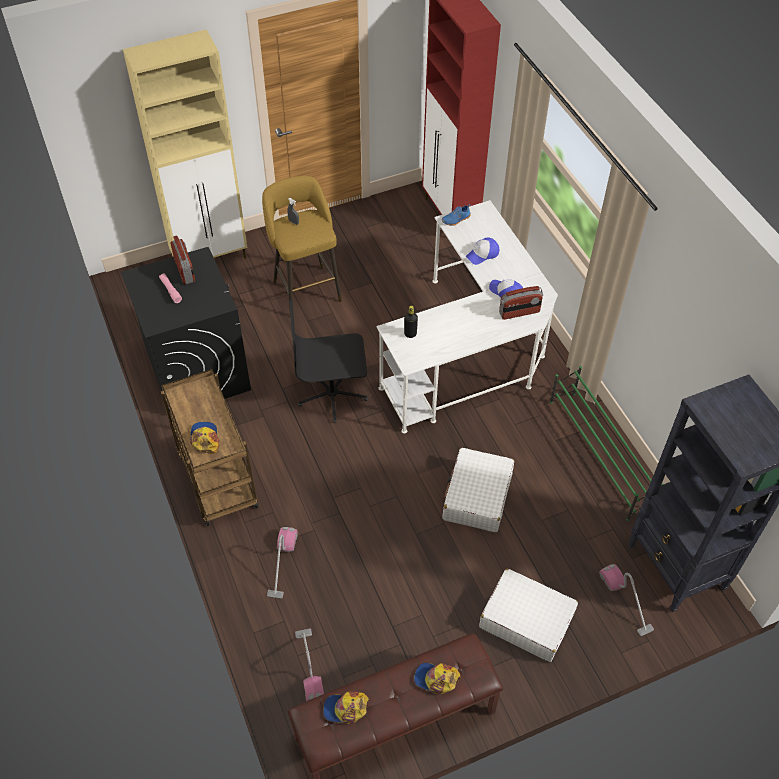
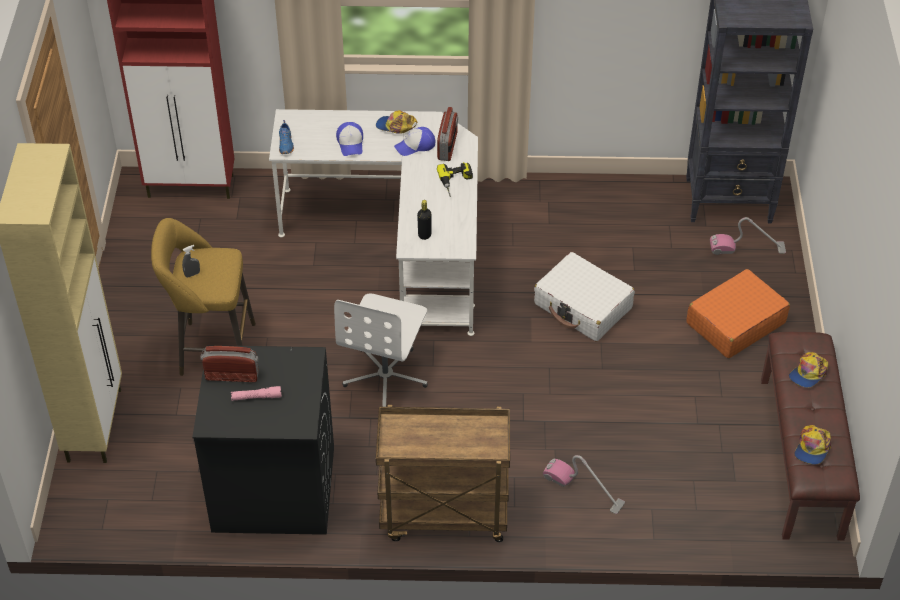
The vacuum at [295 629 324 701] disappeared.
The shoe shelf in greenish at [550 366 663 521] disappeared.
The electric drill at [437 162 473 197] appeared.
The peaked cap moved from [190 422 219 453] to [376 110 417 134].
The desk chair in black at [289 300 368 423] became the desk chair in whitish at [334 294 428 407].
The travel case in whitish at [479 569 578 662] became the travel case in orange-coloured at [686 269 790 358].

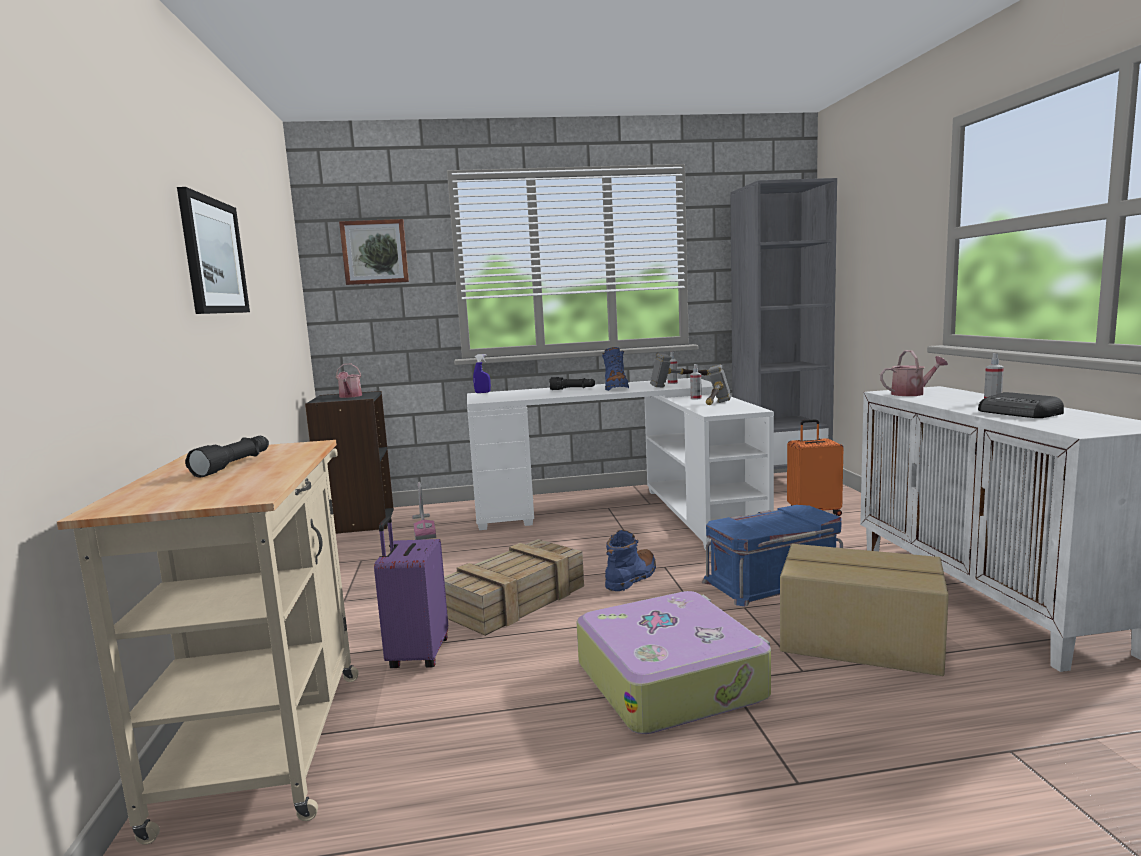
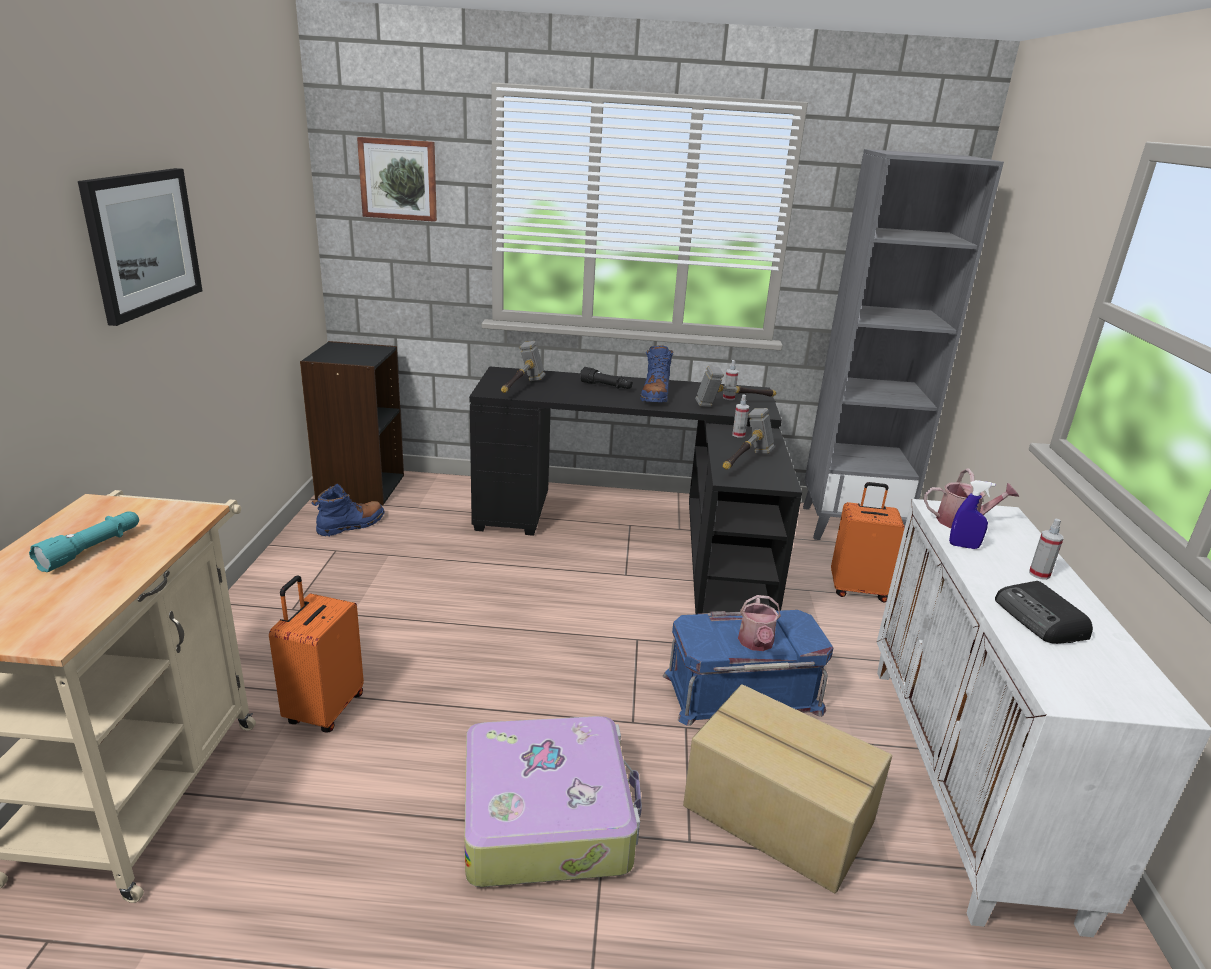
The vacuum at [412 482 436 540] disappeared.
The crate at [444 539 584 636] disappeared.
The tool hammer at [501 341 545 393] appeared.
The watering can moved from [336 363 362 398] to [738 595 781 651].
The spray bottle in bluish moved from [473 354 491 393] to [949 480 995 549].
The high-top boot in bluish moved from [605 530 656 591] to [312 484 385 536].
The hand torch in black at [185 436 269 477] became the hand torch in turquoise-coloured at [29 512 139 572].
The travel case in purplish at [374 516 448 668] became the travel case in orange-coloured at [269 576 364 733].
The desk in whitish at [467 378 774 552] became the desk in black at [469 366 802 614].

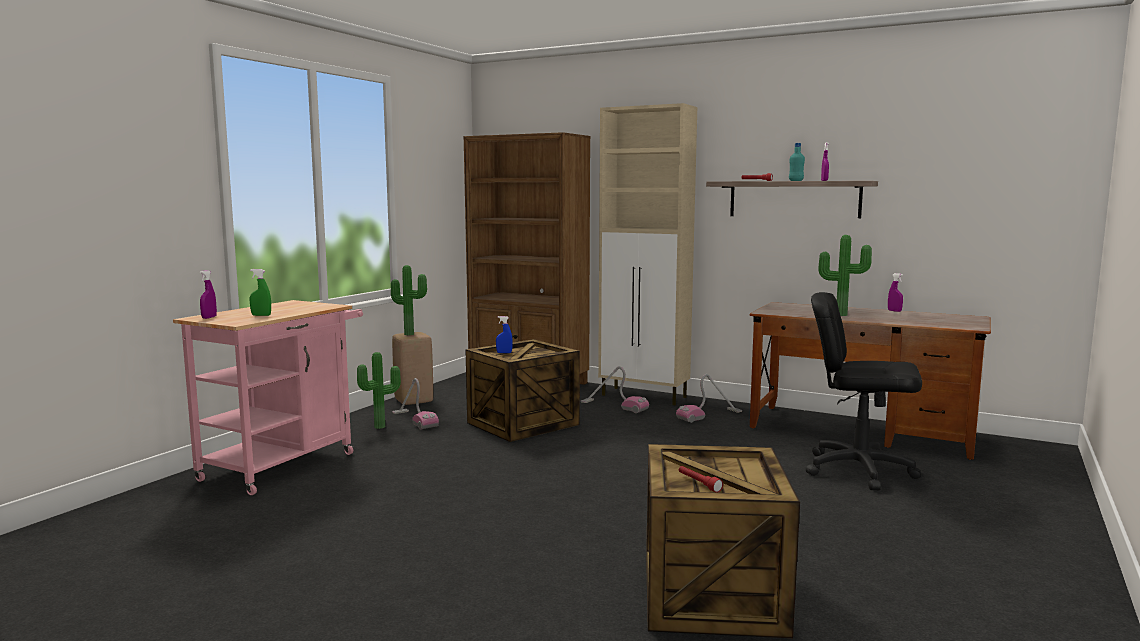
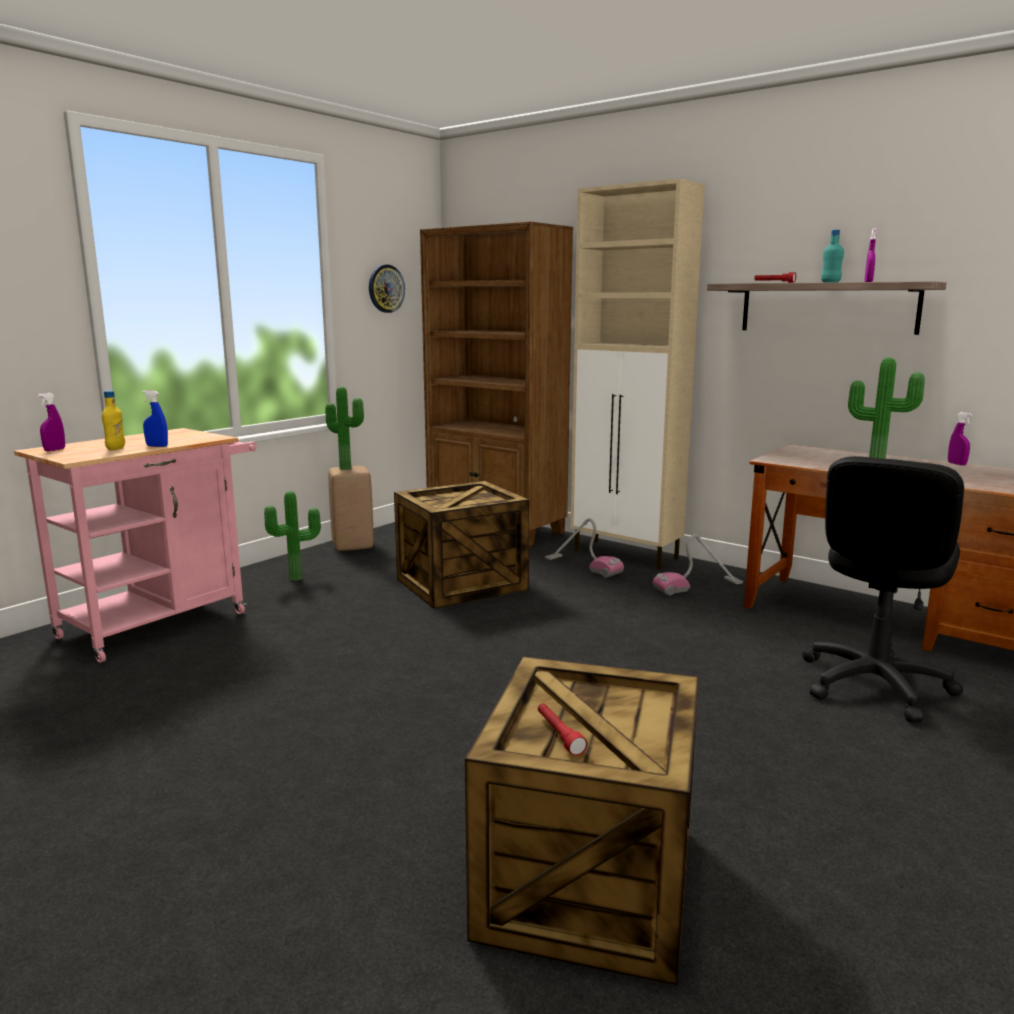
The vacuum at [392 378 439 430] disappeared.
The wall clock at [369 265 405 313] appeared.
The spray bottle in bluish moved from [496 316 513 353] to [142 390 168 447].
The spray bottle in greenish at [250 269 271 316] was replaced by the drink bottle in yellow at [102 391 125 450].
The desk chair in black at [806 292 922 490] turned 90 degrees counterclockwise.

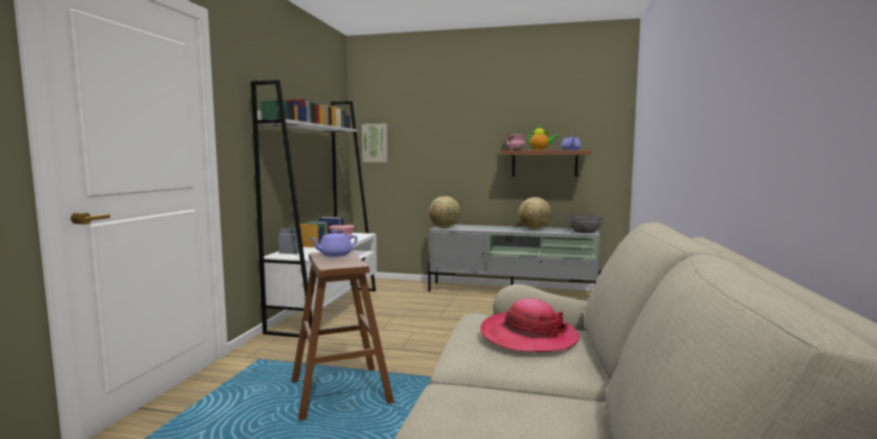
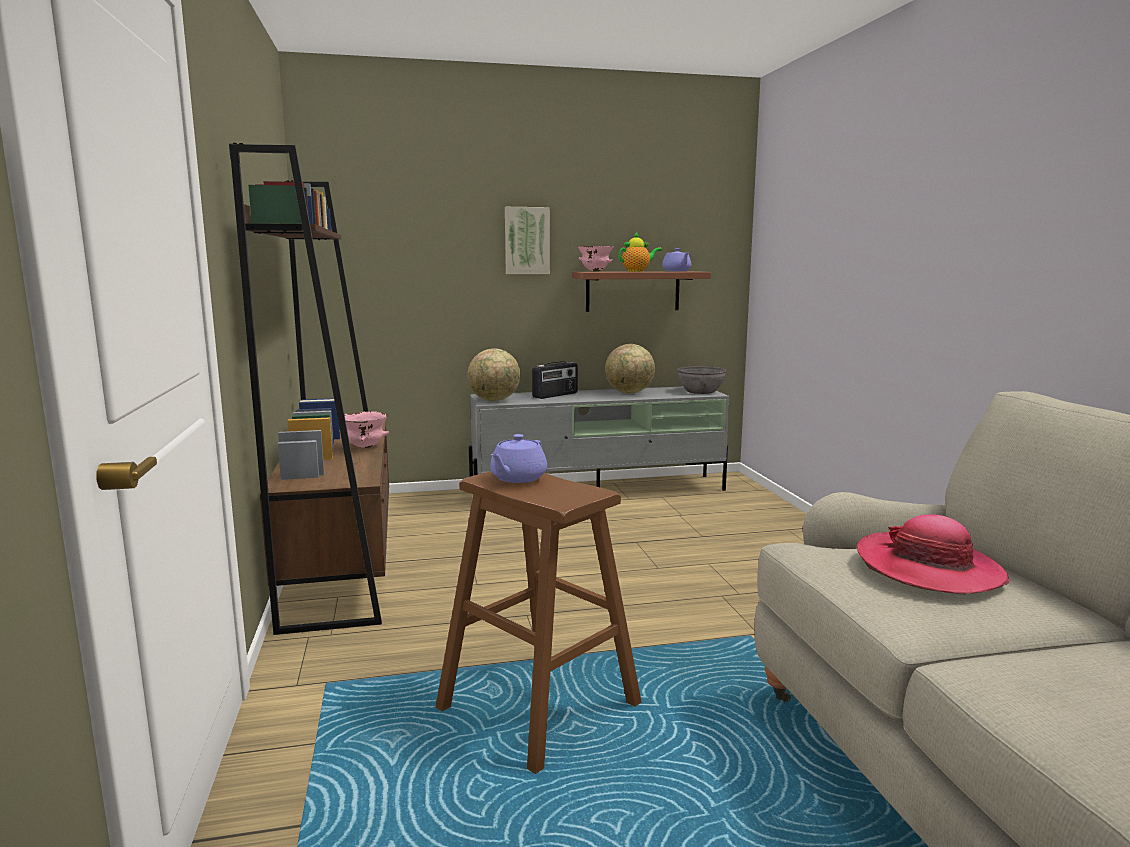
The radio set at [532 361 578 399] appeared.
The picture moved from [362 124 388 162] to [505 207 550 274].
The shelving unit in whitish at [251 80 377 338] became the shelving unit in brown at [229 143 389 635].

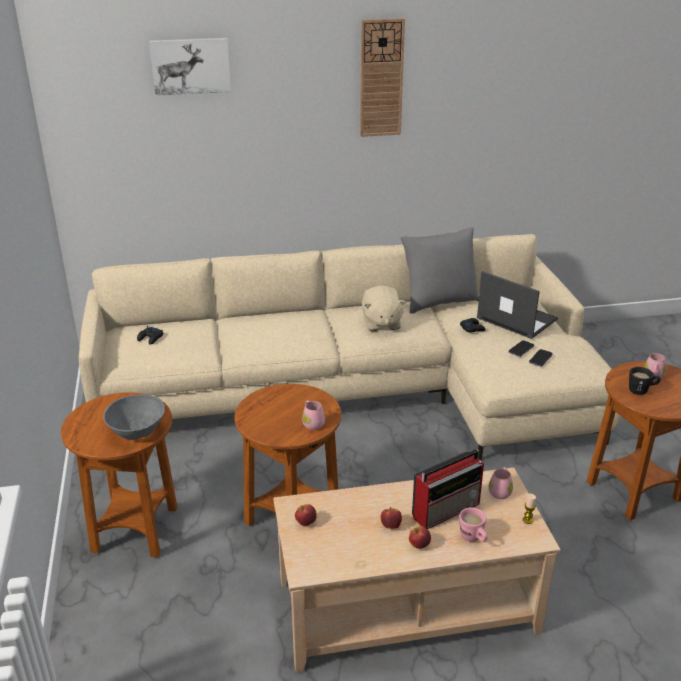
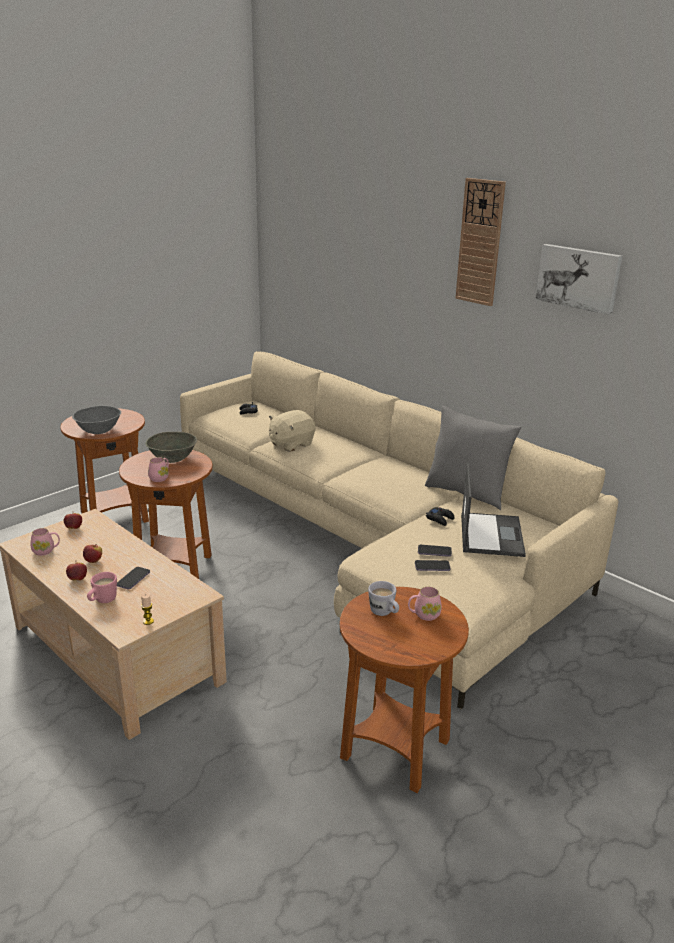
The bowl in grey at [145 432 197 463] appeared.
The picture moved from [149 38 231 96] to [536 244 622 315].
The soft toy in sand-coloured moved from [362 285 406 332] to [269 410 316 452].
The tea mug in pinkish moved from [489 467 513 499] to [31 528 60 556].
The radio set at [412 449 484 529] was replaced by the phone at [117 567 150 589].
The tea mug in black at [629 367 661 395] became the tea mug in whitish at [368 581 399 616].

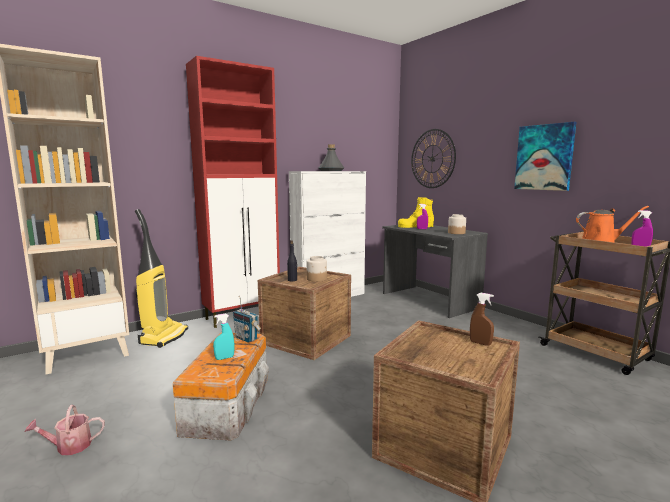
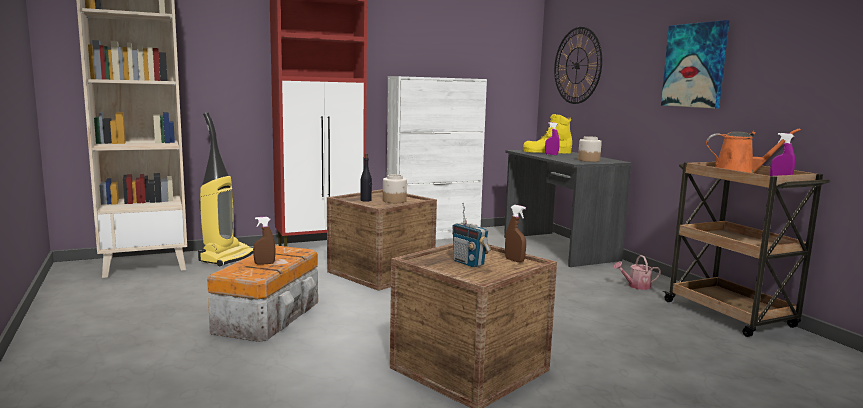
The drink bottle in grey at [319 144 344 171] disappeared.
The watering can moved from [25 405 105 455] to [613 255 661 290].
The radio set moved from [233 296 261 343] to [452 203 491 267].
The spray bottle in turquoise-coloured at [213 314 234 360] became the spray bottle in brown at [253 217 275 265].

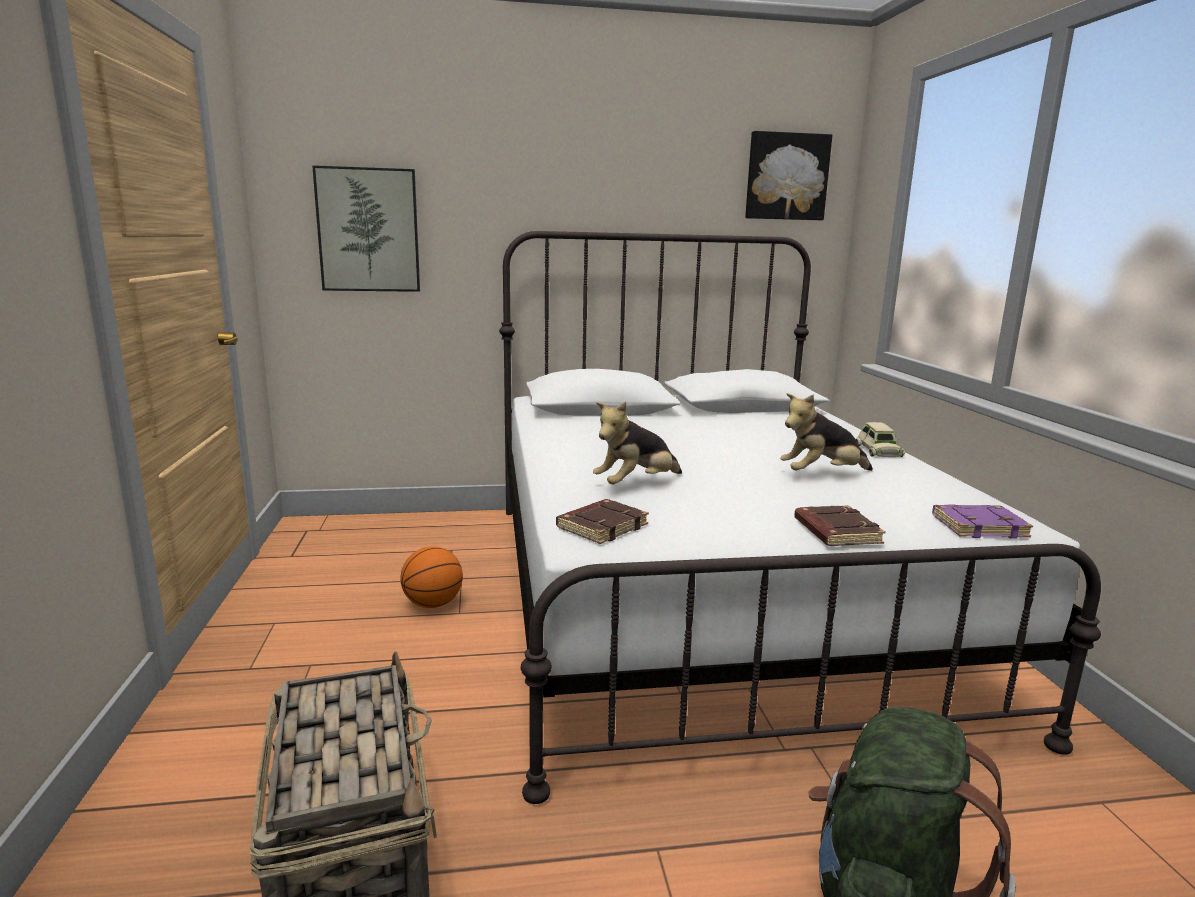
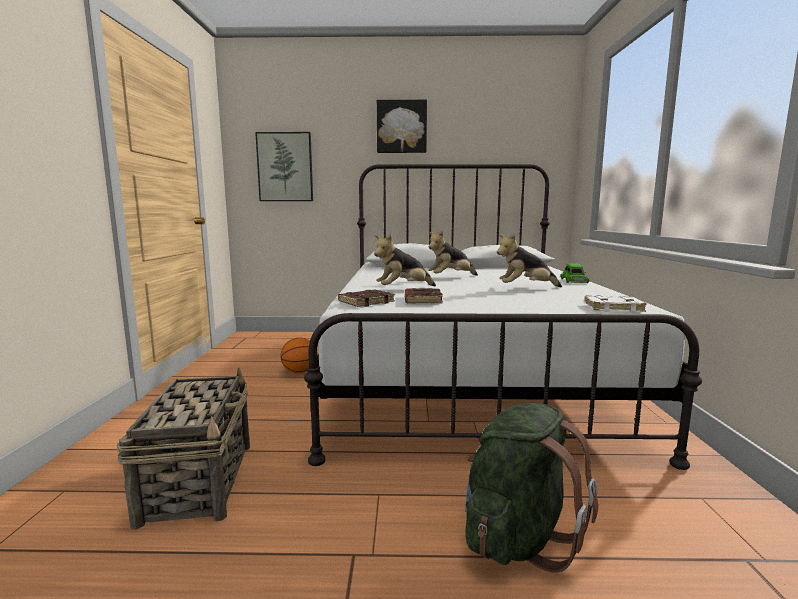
The soft toy at [428 230 478 276] appeared.
The picture moved from [745 131 832 220] to [377 100 427 153].
The bound book in brown moved from [794 505 886 546] to [405 288 443 304].
The toy car in sand-coloured at [855 422 905 457] became the toy car in greenish at [560 263 589 283].
The bound book in purplish at [932 505 1033 539] became the bound book in whitish at [584 295 647 312].

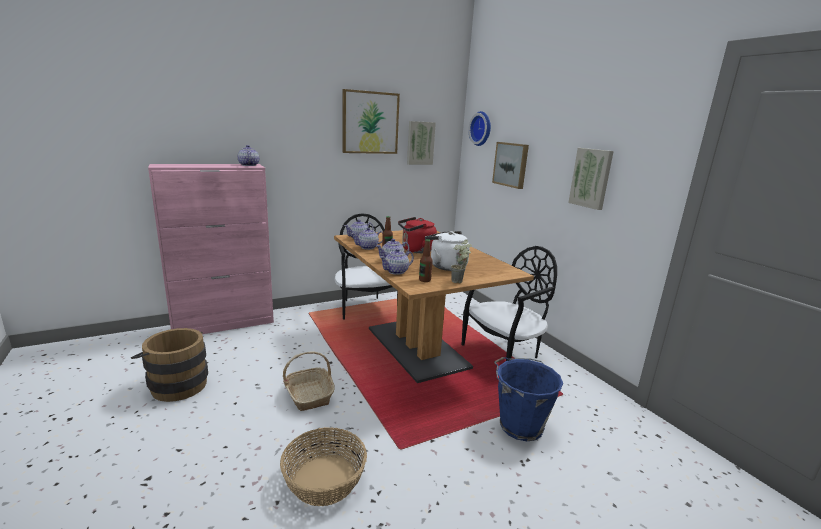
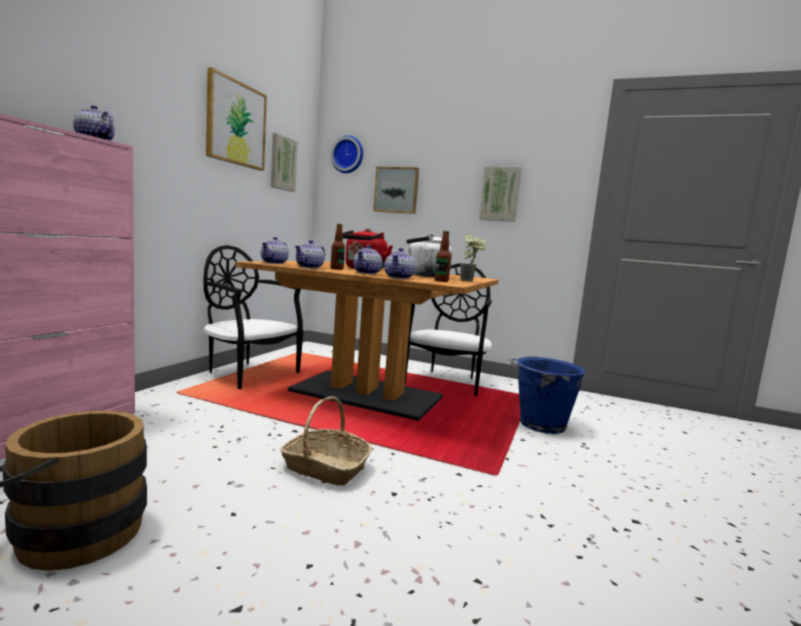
The basket at [280 427 367 506] disappeared.

